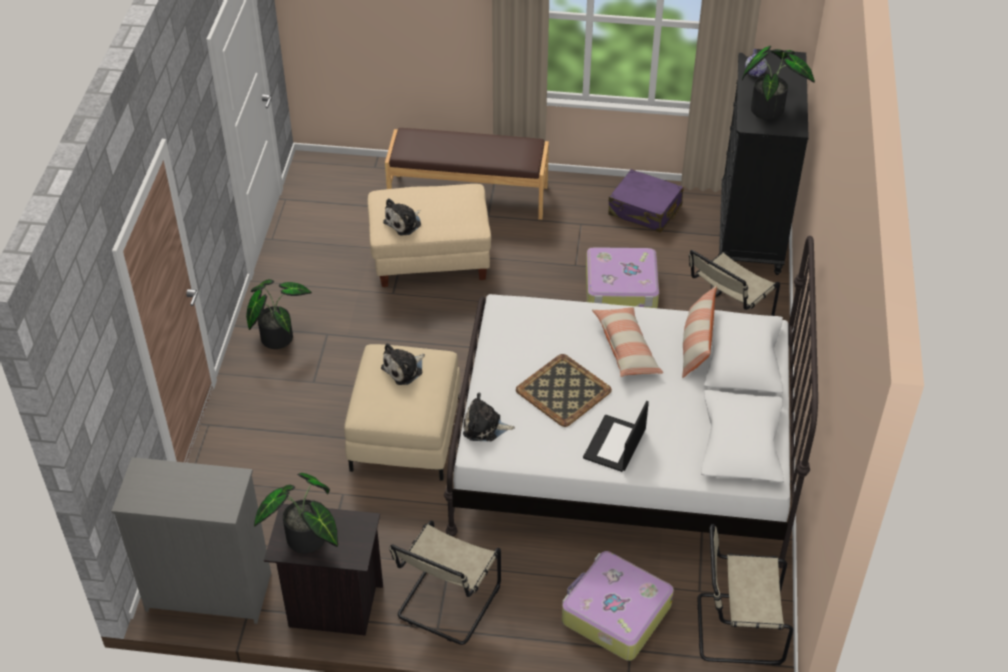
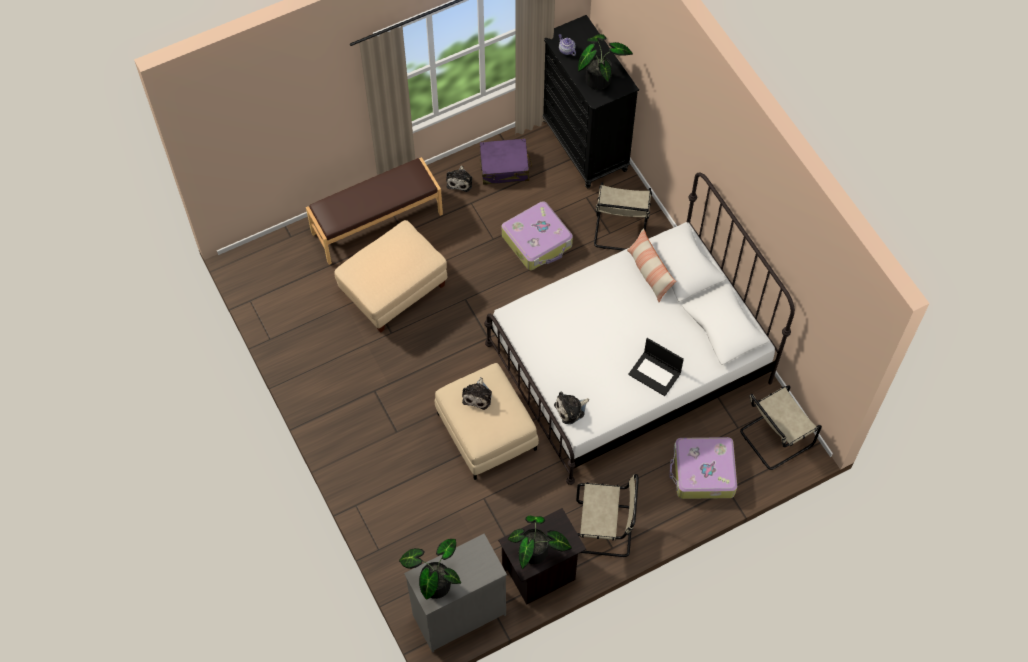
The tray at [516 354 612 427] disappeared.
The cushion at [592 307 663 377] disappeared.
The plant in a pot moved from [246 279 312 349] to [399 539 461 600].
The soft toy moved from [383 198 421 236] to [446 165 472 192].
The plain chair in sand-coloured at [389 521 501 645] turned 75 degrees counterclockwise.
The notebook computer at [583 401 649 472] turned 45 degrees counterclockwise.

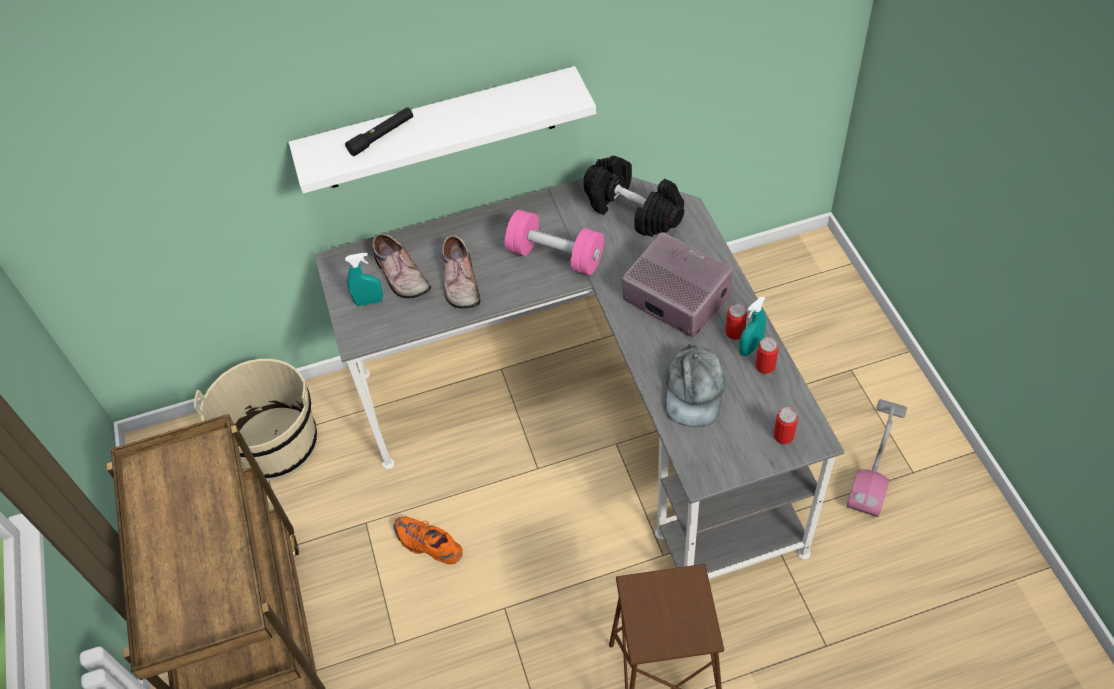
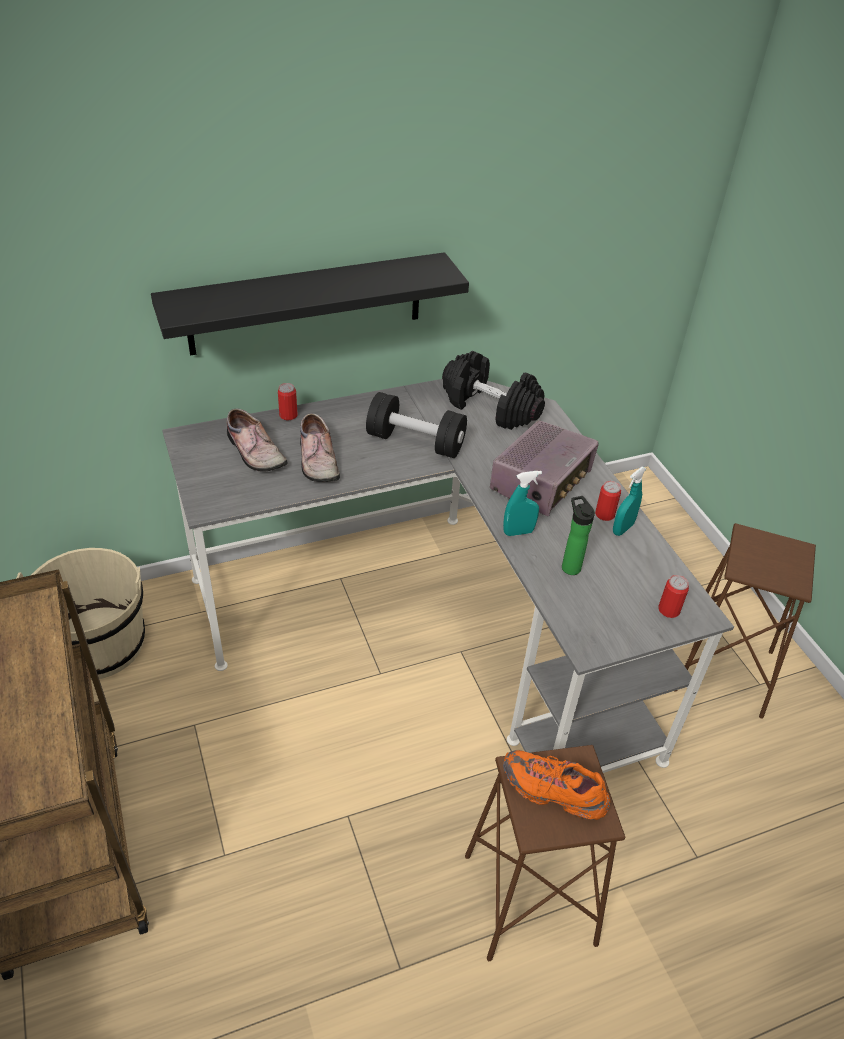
The hand torch in black at [345 107 413 156] disappeared.
The spray bottle in turquoise-coloured moved from [345 253 383 306] to [503 471 542 536].
The shoe in orange-coloured moved from [394 517 463 564] to [503 750 610 820].
The sealed can moved from [755 337 779 374] to [278 383 297 420].
The peaked cap in grey at [665 344 725 427] was replaced by the drink bottle at [562 496 595 575].
The vacuum at [847 399 907 517] was replaced by the sitting stool in brown at [675 523 816 719].
The bracket shelf in whitish at [289 66 596 193] became the bracket shelf in black at [151 252 469 356].
The hand weight in pinkish at [505 210 604 275] became the hand weight in black at [366 392 467 458].
The radio set at [622 232 733 337] turned 90 degrees clockwise.

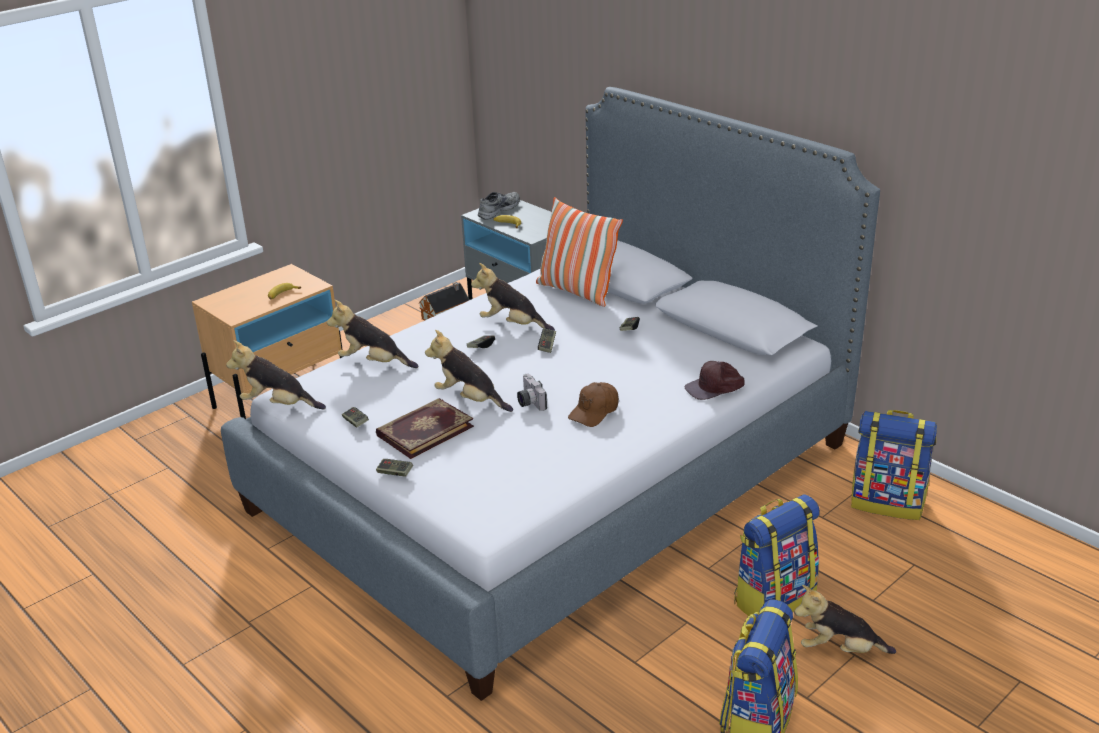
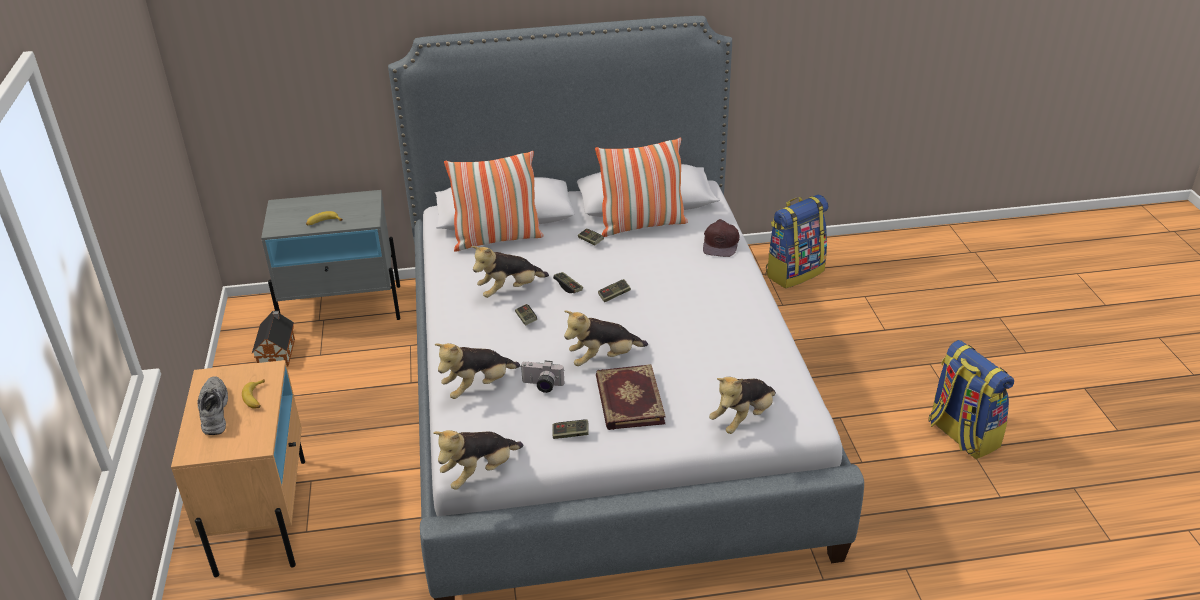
The peaked cap in brown at [568 382 619 427] disappeared.
The backpack at [734 494 820 616] disappeared.
The cushion at [595 138 688 237] appeared.
The joypad moved from [376 459 413 477] to [598 279 631 302].
The shoe in grey moved from [478 192 520 220] to [198 376 228 435].
The photo camera moved from [517 374 547 411] to [521 360 564 393].
The soft toy moved from [794 585 896 654] to [709 377 776 434].

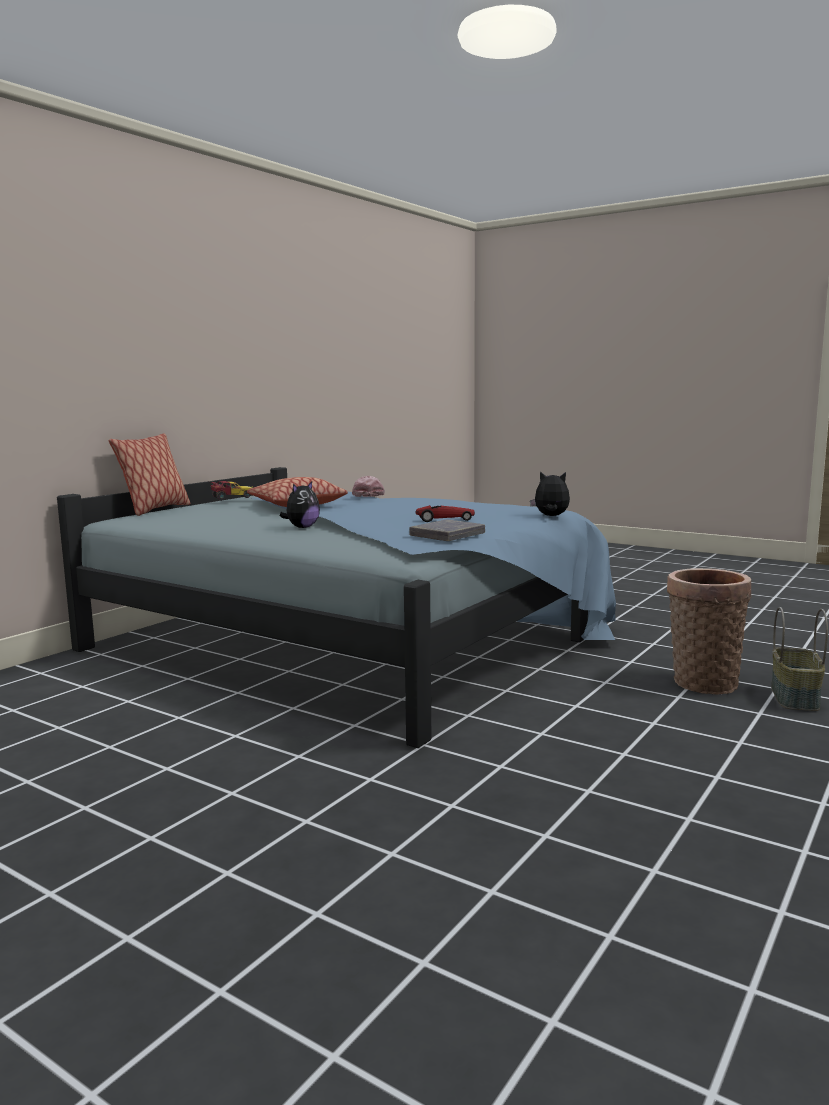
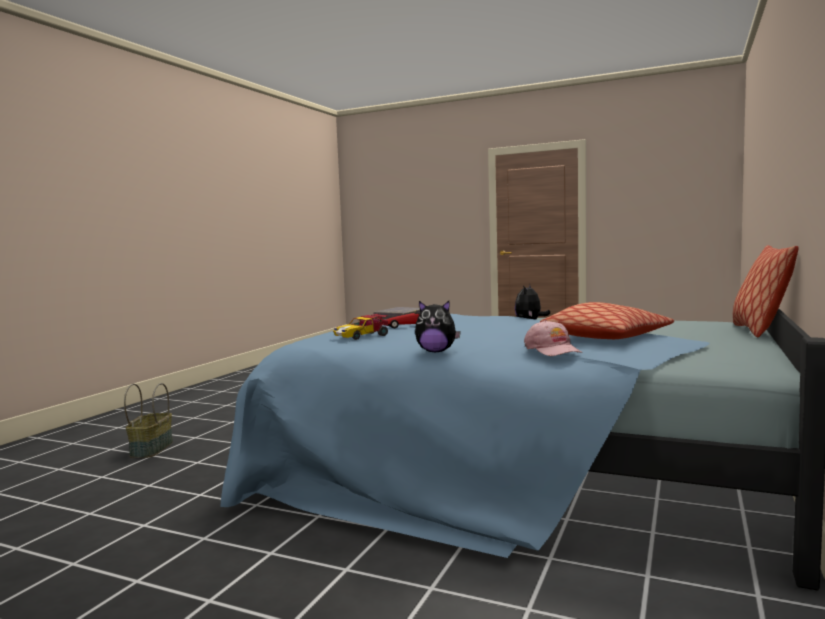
The basket at [667 568 752 694] disappeared.
The toy car moved from [211 481 253 500] to [333 313 388 340].
The soft toy moved from [530 471 570 516] to [415 301 461 352].

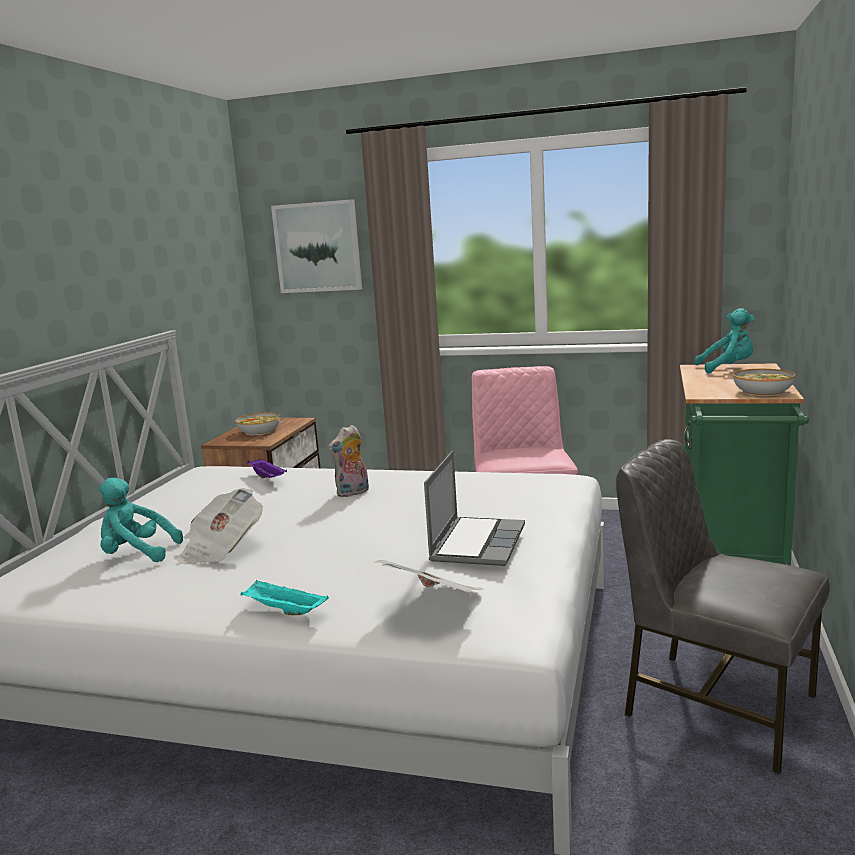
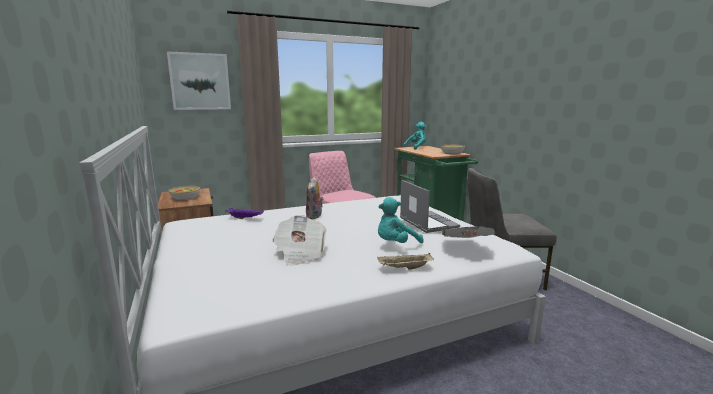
The soft toy in turquoise-coloured moved from [99 478 183 562] to [378 197 424 244].
The tray in turquoise-coloured at [240 580 329 615] became the tray in sand-coloured at [377 253 434 270].

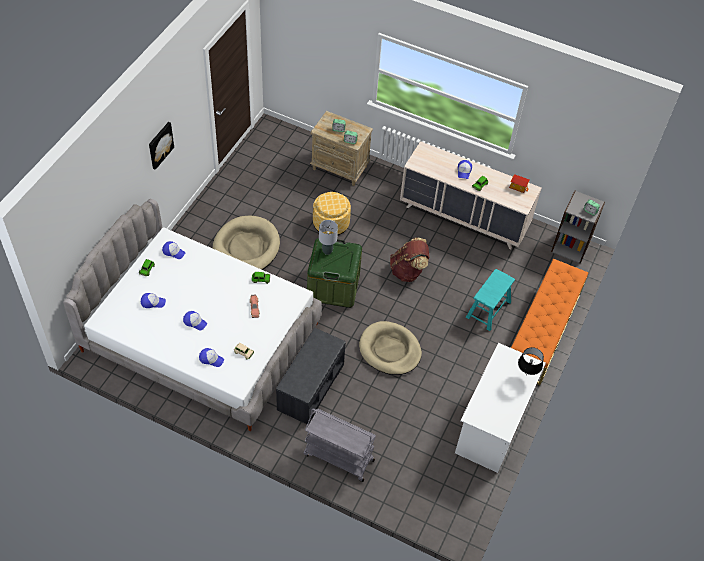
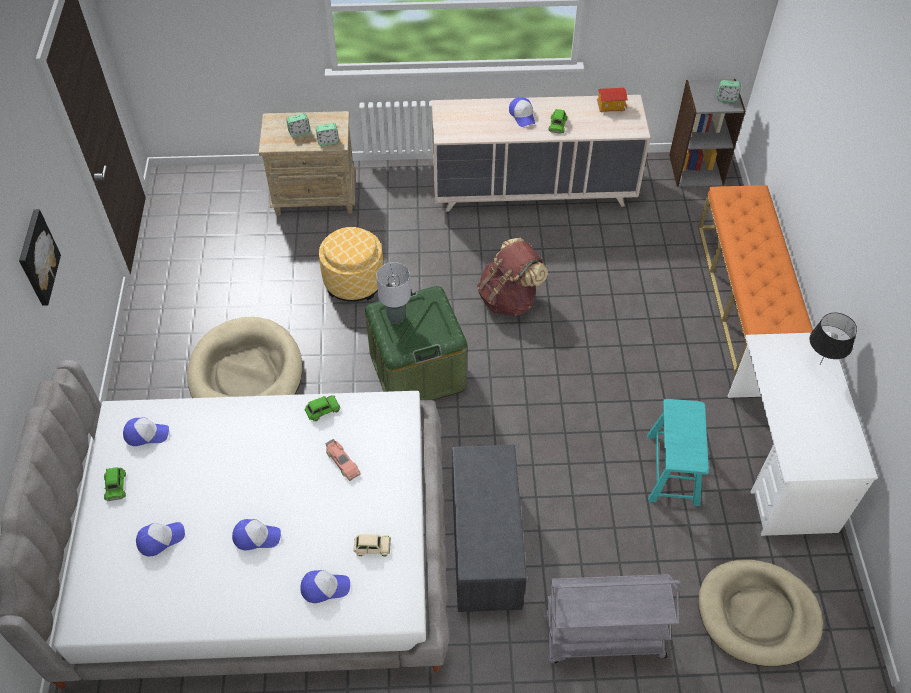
The pet bed in sand-coloured moved from [359 321 422 375] to [698 560 823 667].
The sitting stool in turquoise-coloured moved from [466 269 515 331] to [647 399 709 506].

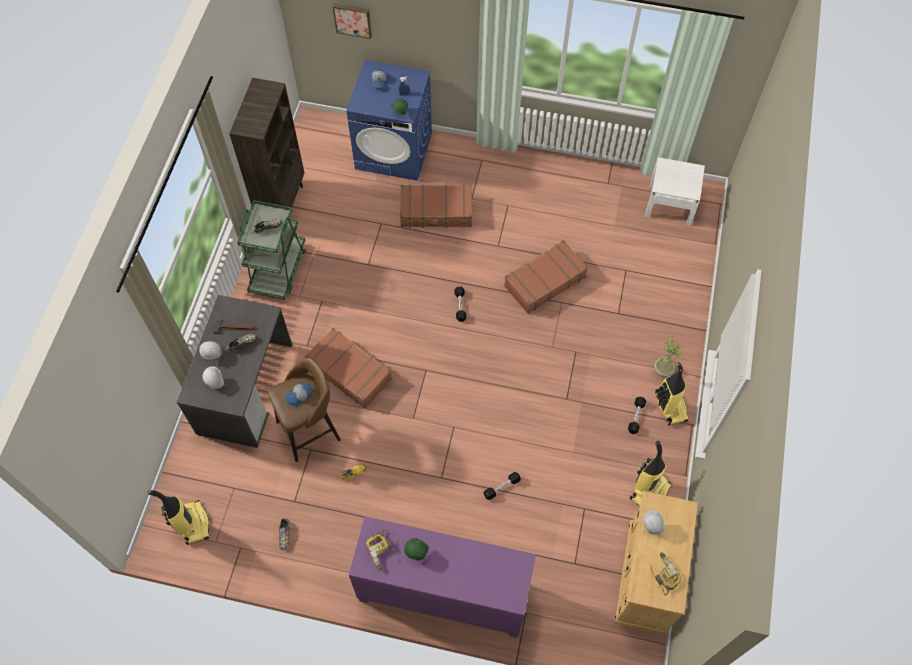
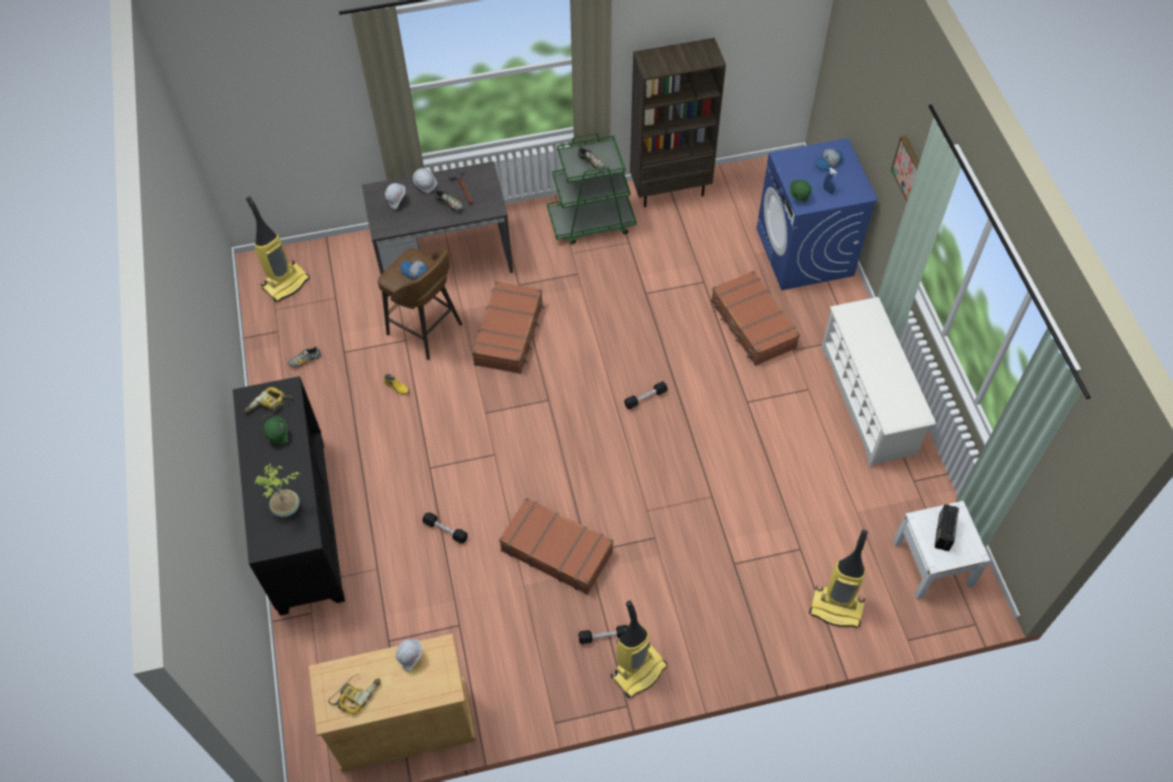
The shoe shelf in whitish at [821 297 936 467] appeared.
The radio set at [934 504 959 551] appeared.
The picture moved from [333 4 372 39] to [891 136 920 201].
The travel case in brown moved from [504 240 588 314] to [499 497 613 595].
The vacuum moved from [630 441 672 507] to [809 530 868 628].
The plant in a pot moved from [654 336 684 377] to [254 464 300 517].
The cabinet in purplish at [349 517 536 638] became the cabinet in black at [233 376 345 616].

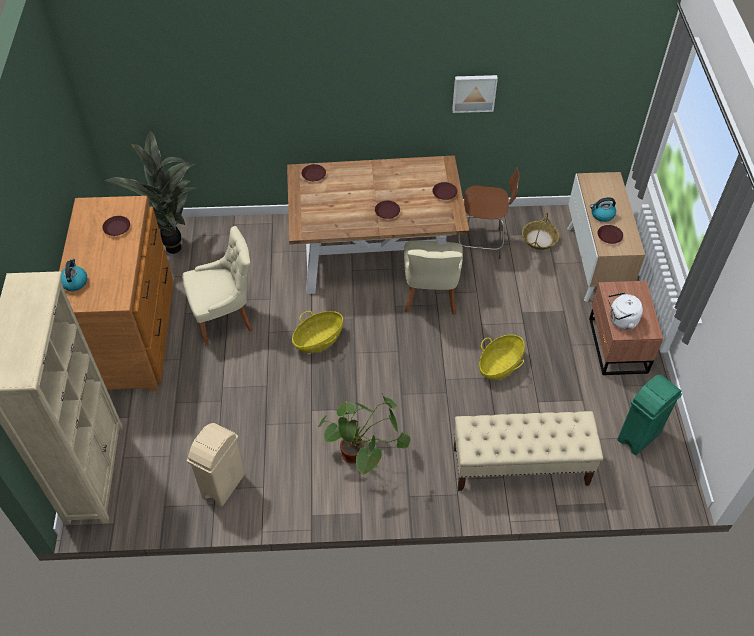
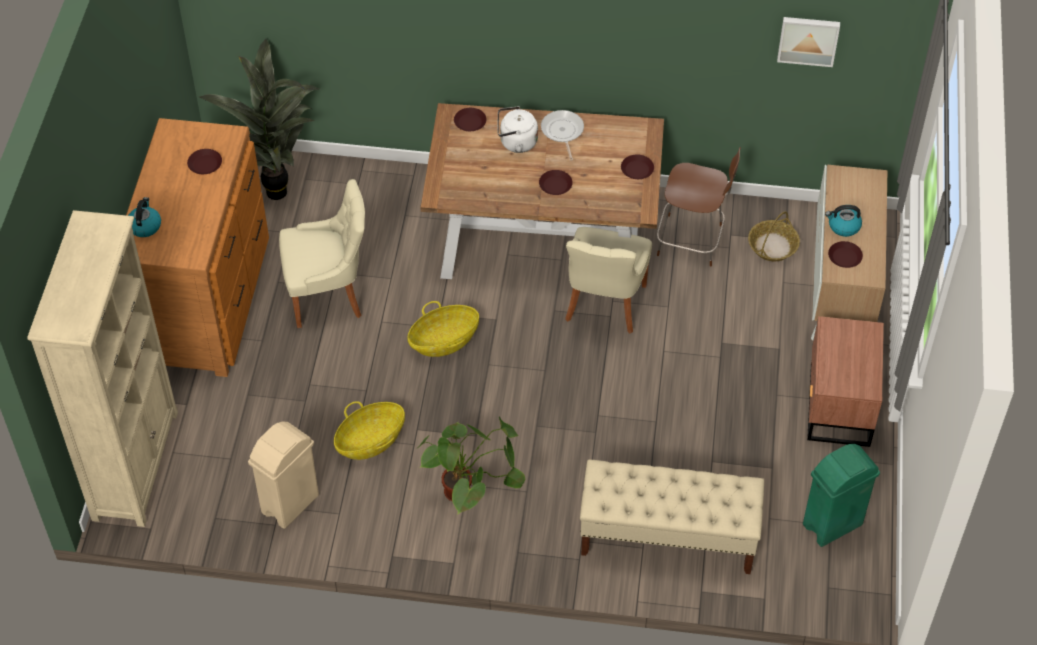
The skillet at [541 110 584 161] appeared.
The picture moved from [452 75 498 113] to [777 17 840 67].
The basket moved from [479 335 525 380] to [334 401 405 460].
The kettle in whitish moved from [608 292 643 329] to [497 106 538 153].

